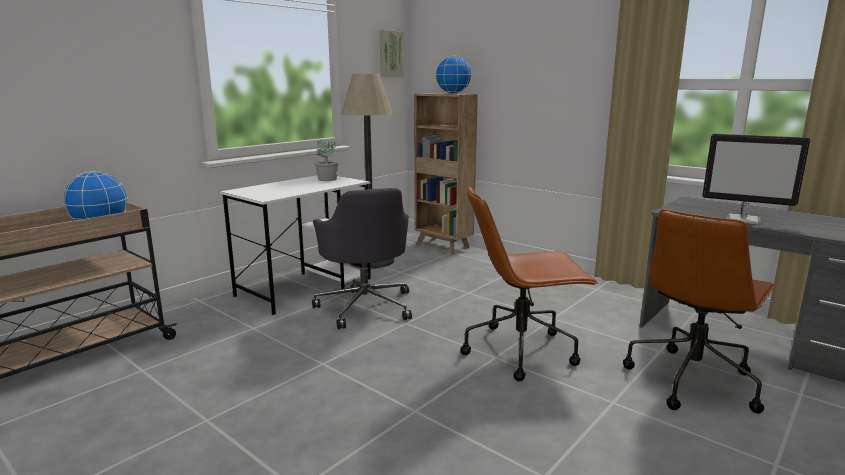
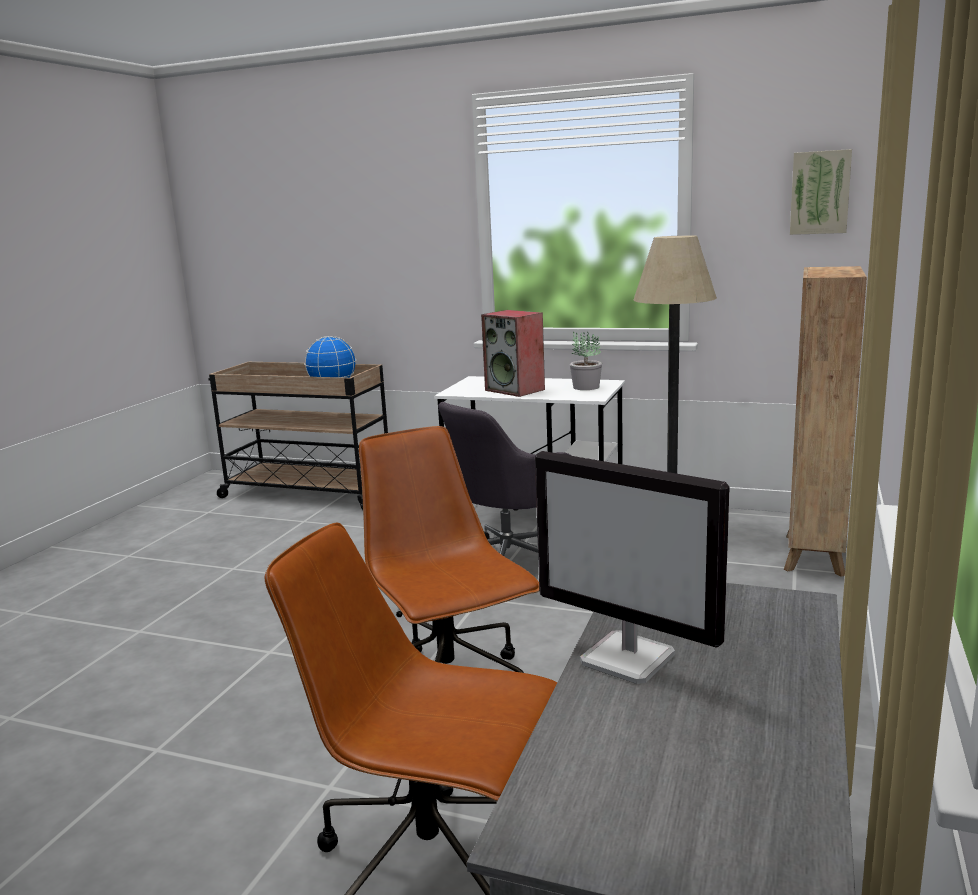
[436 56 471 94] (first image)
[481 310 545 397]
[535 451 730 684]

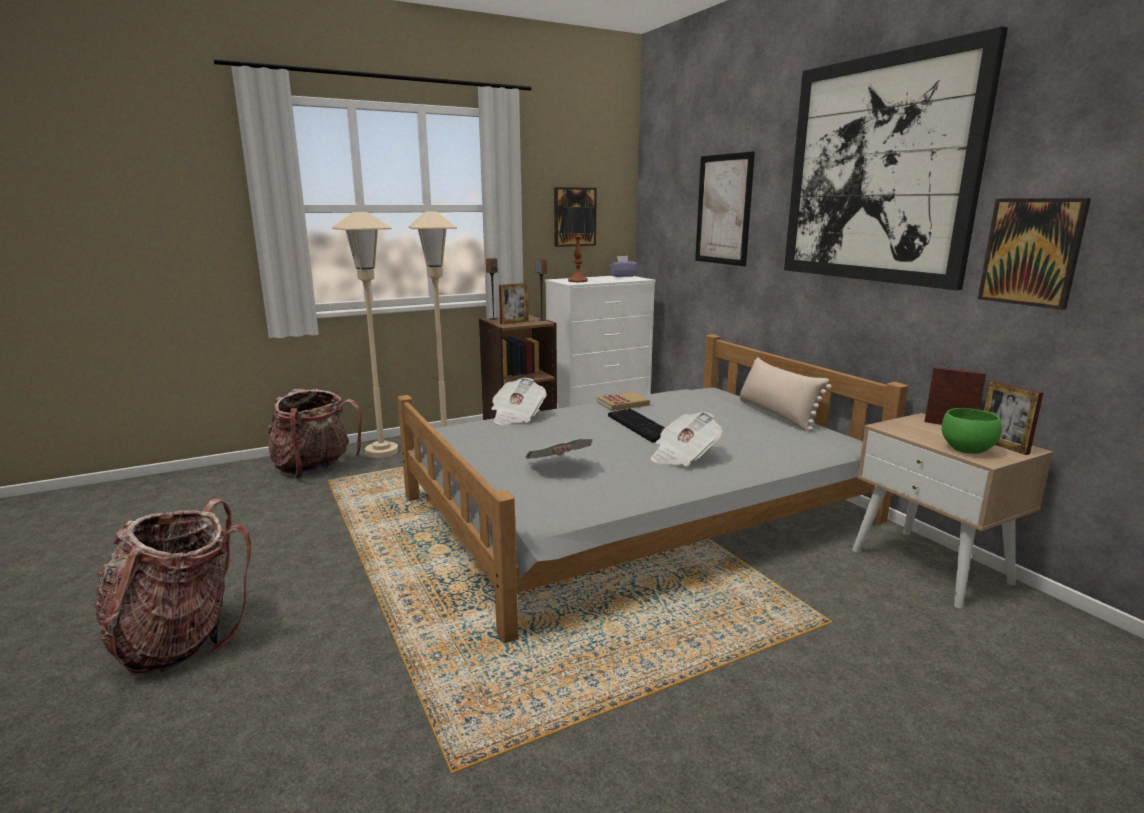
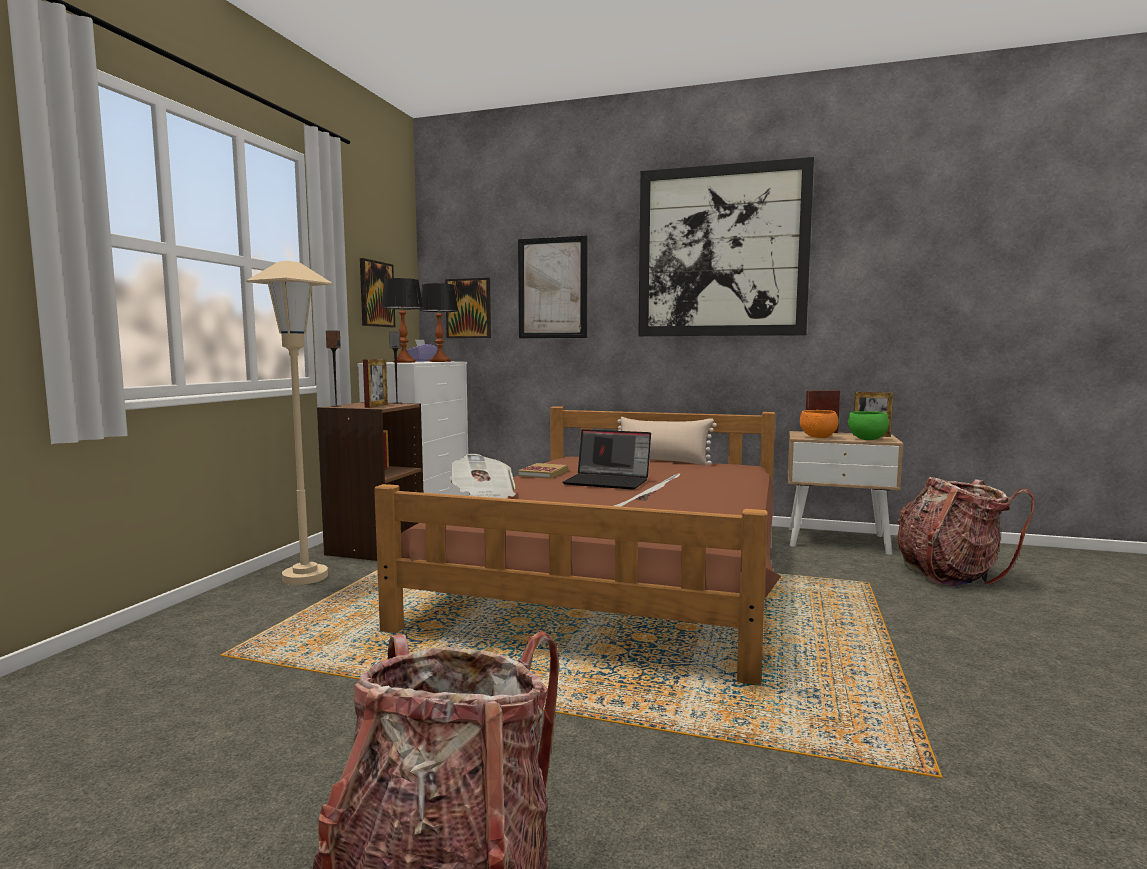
[332 212 398 458] (first image)
[650 412 722 466] (first image)
[419 283 458 362]
[800 410 838 438]
[898 477 1034 586]
[445 278 491 338]
[563 429 651 490]
[374 406 781 685]

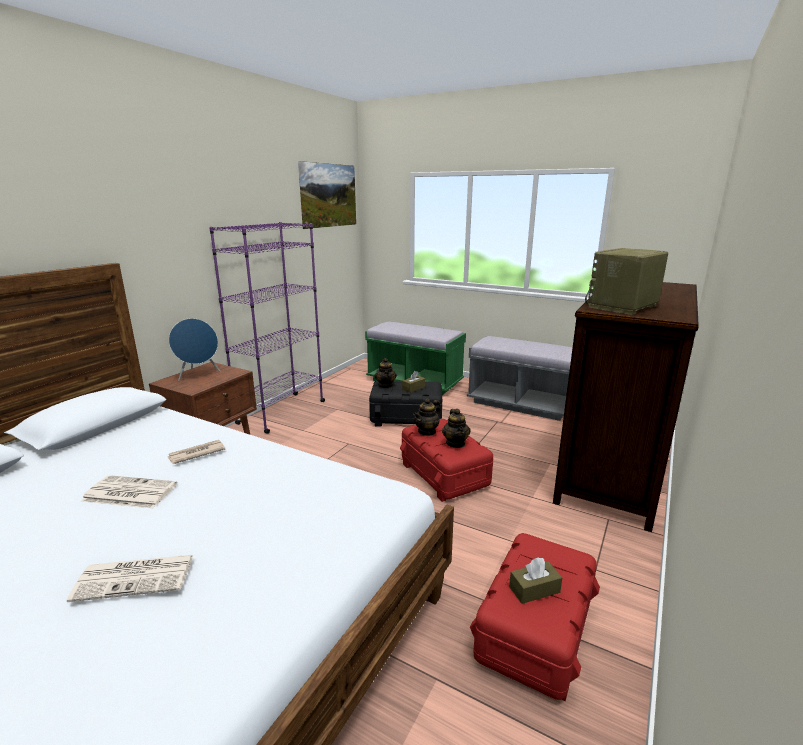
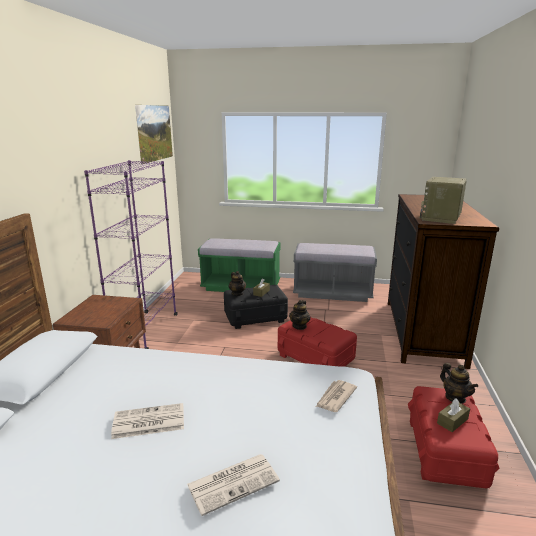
[169 318 221 381] (first image)
[316 380 357 412]
[440 363 478 404]

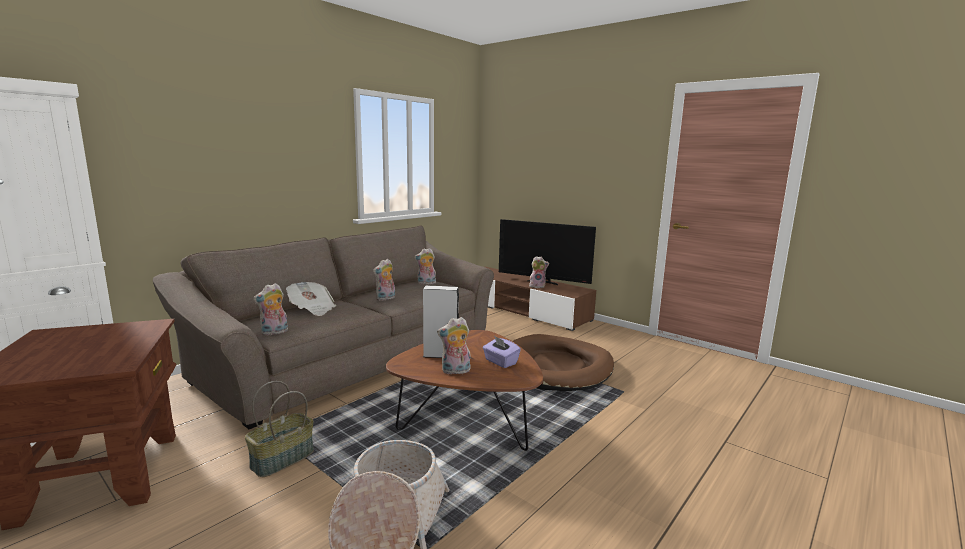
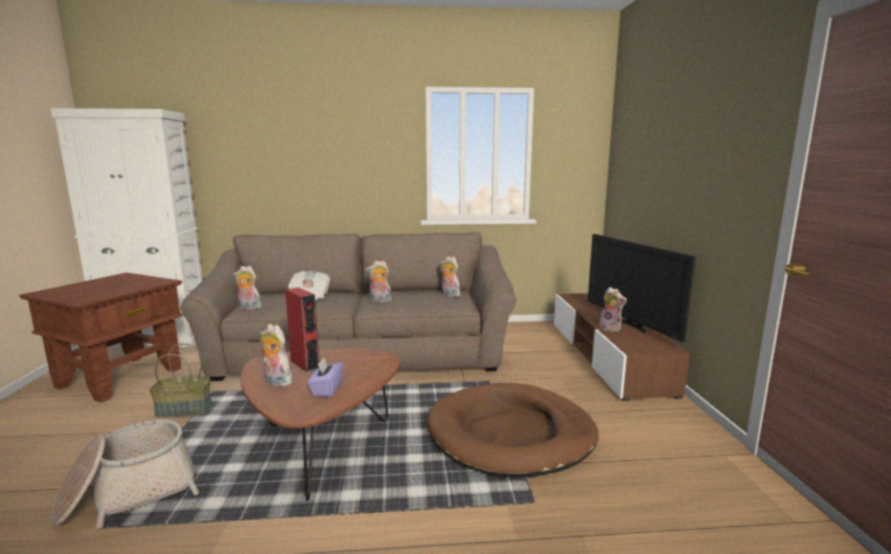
[285 287 319 372]

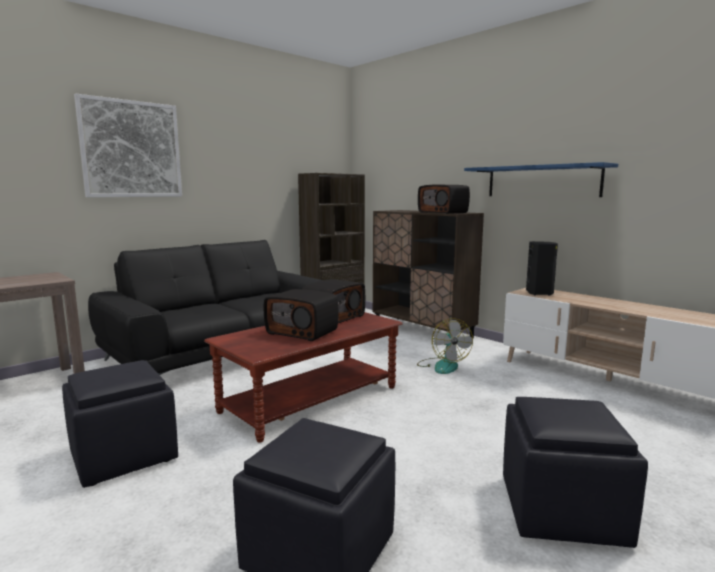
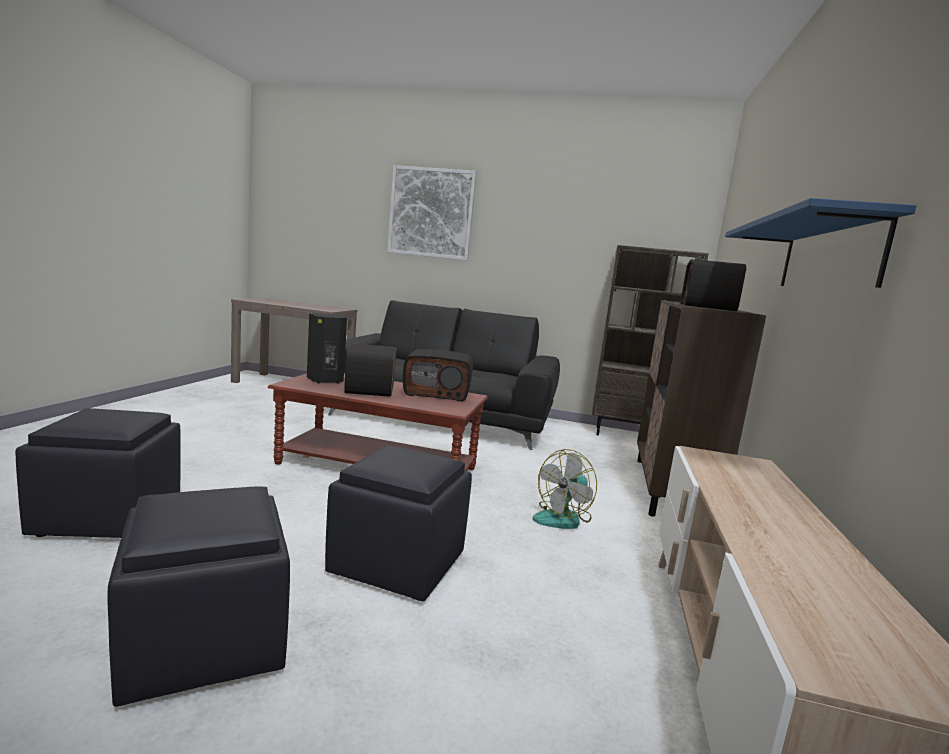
[325 445 472 602]
[307 313 347 383]

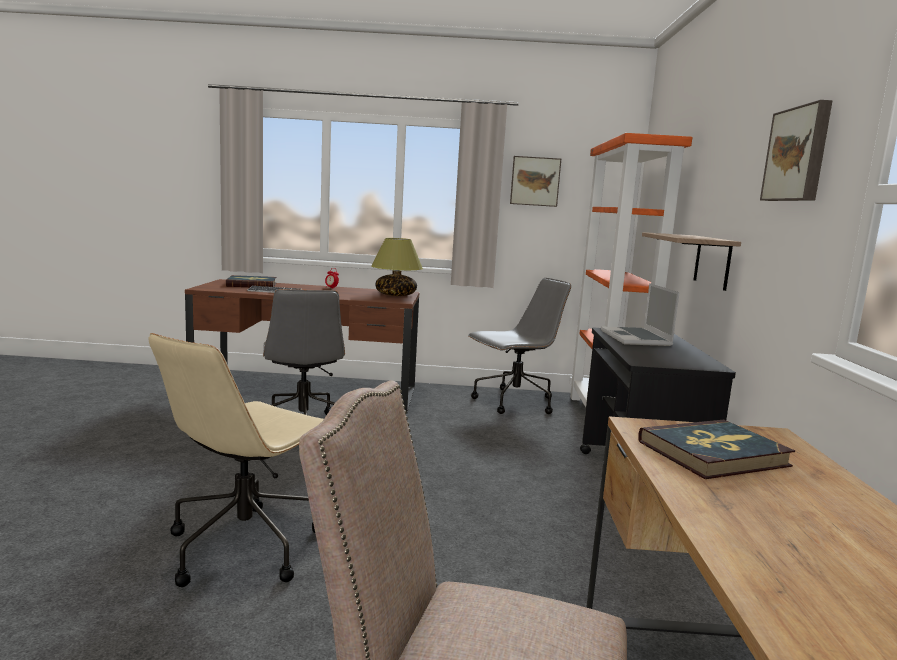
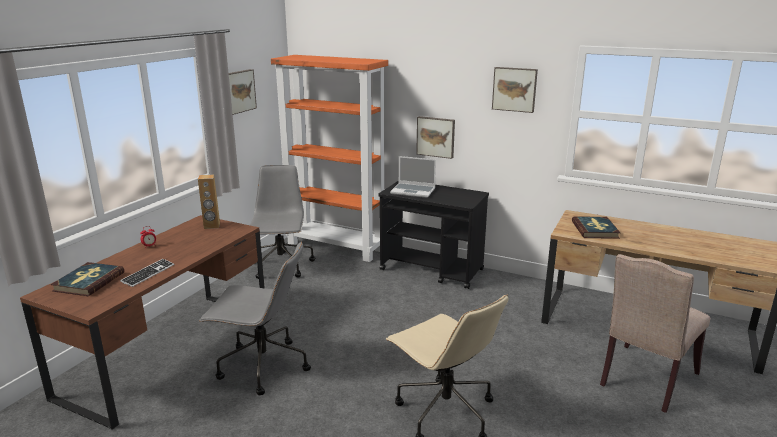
[198 174 220 229]
[416 116 455 159]

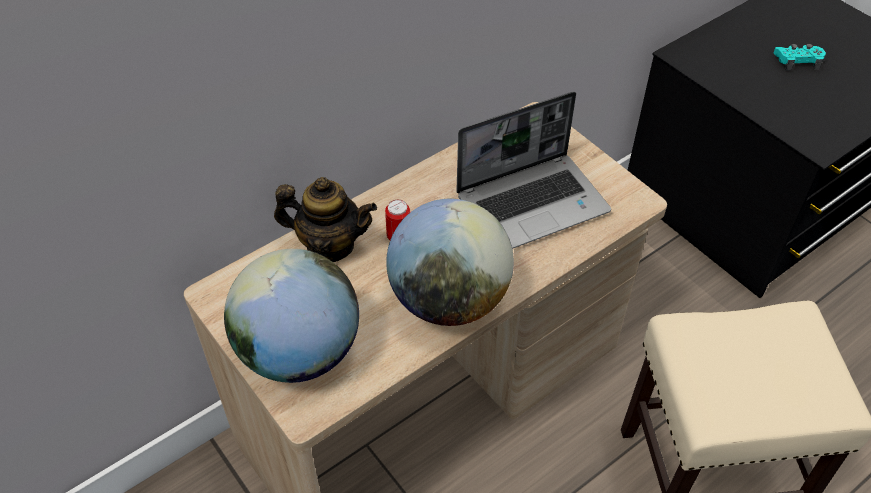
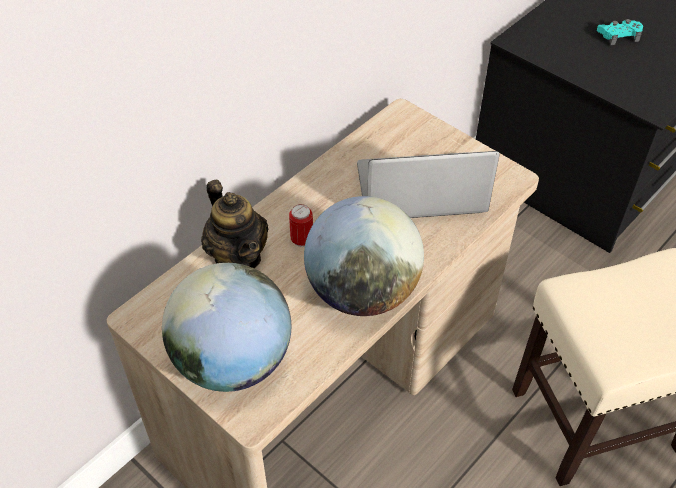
[201 180 268 268]
[357 151 500 218]

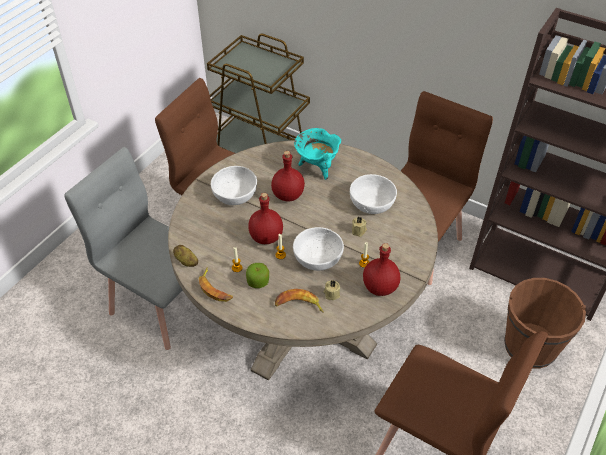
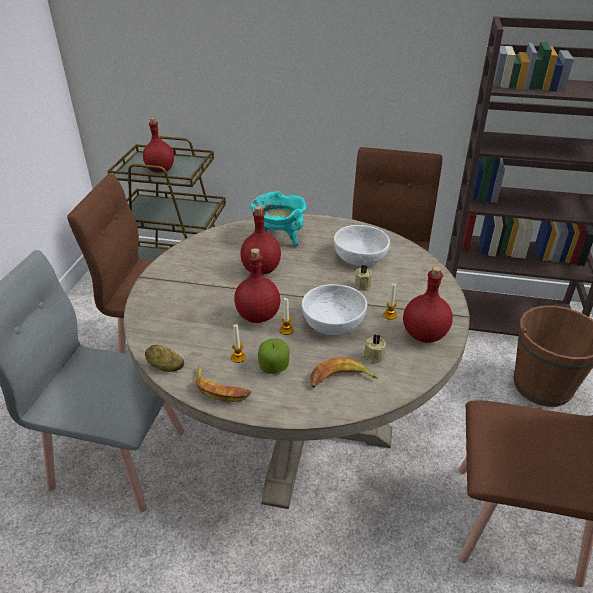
[211 166 257 205] (first image)
[143 118 174 173]

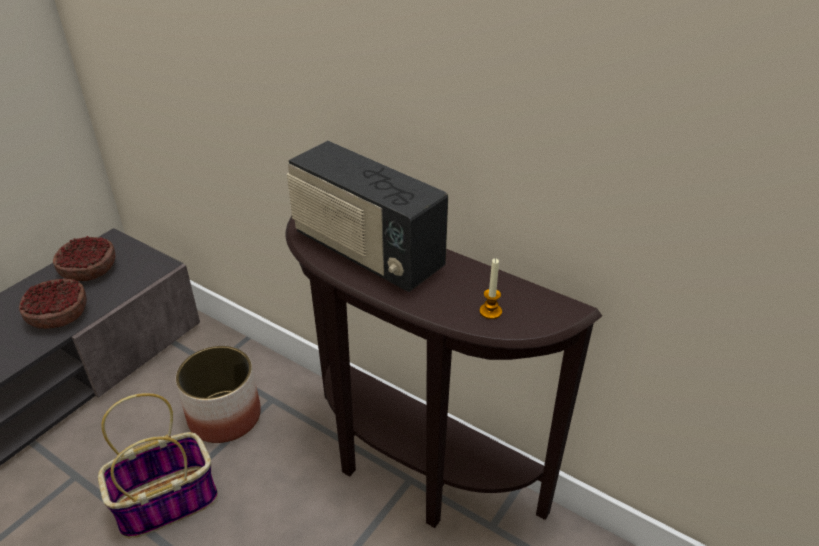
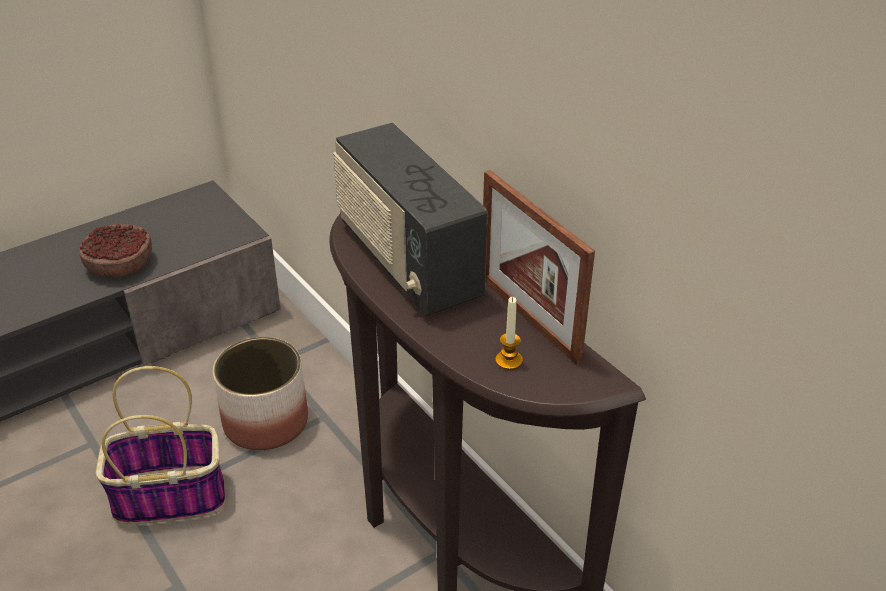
[53 236 116 281] (first image)
[483 170 595 365]

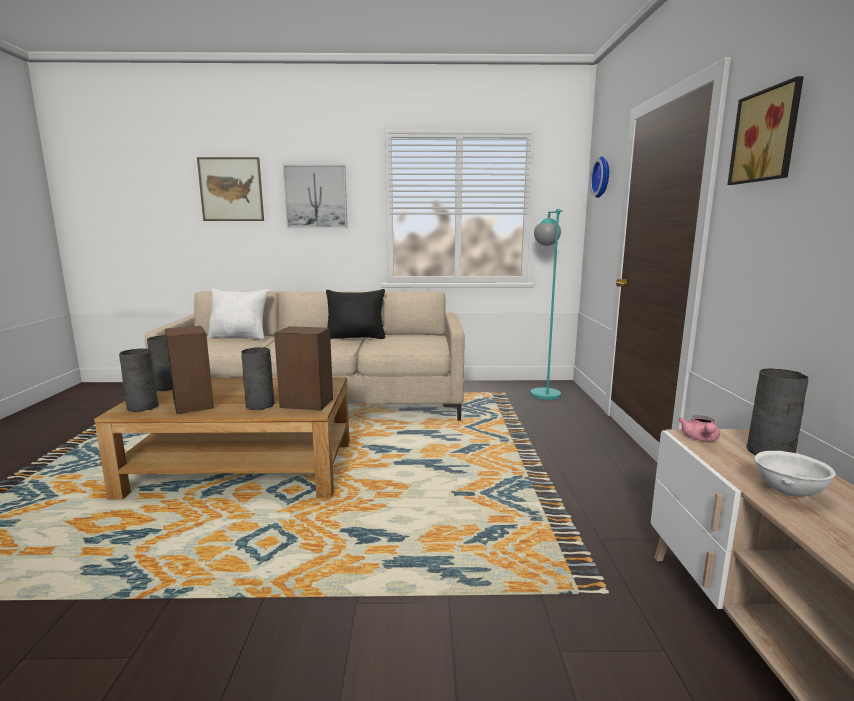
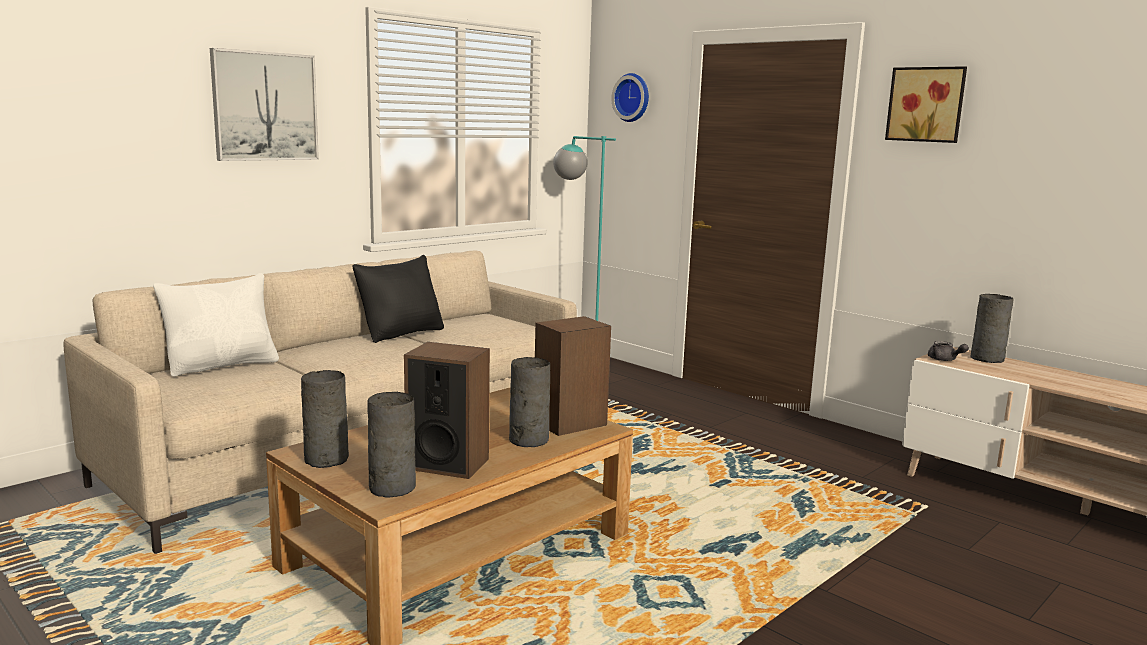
[197 157 264 221] (first image)
[754 451 836 497] (first image)
[928 341 969 361]

